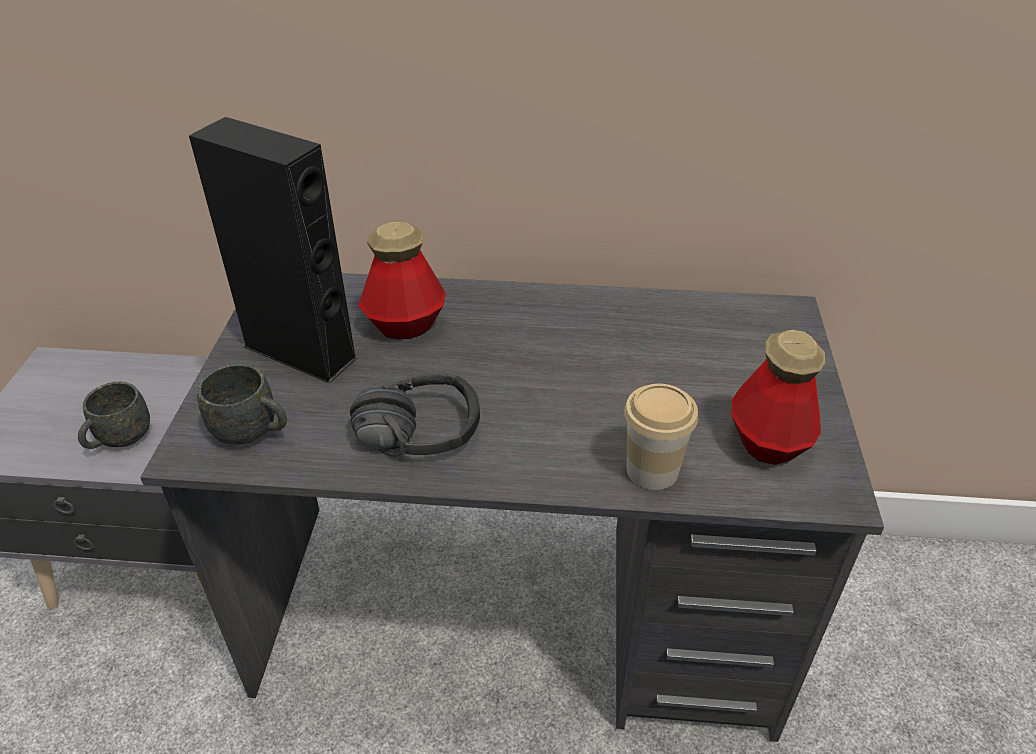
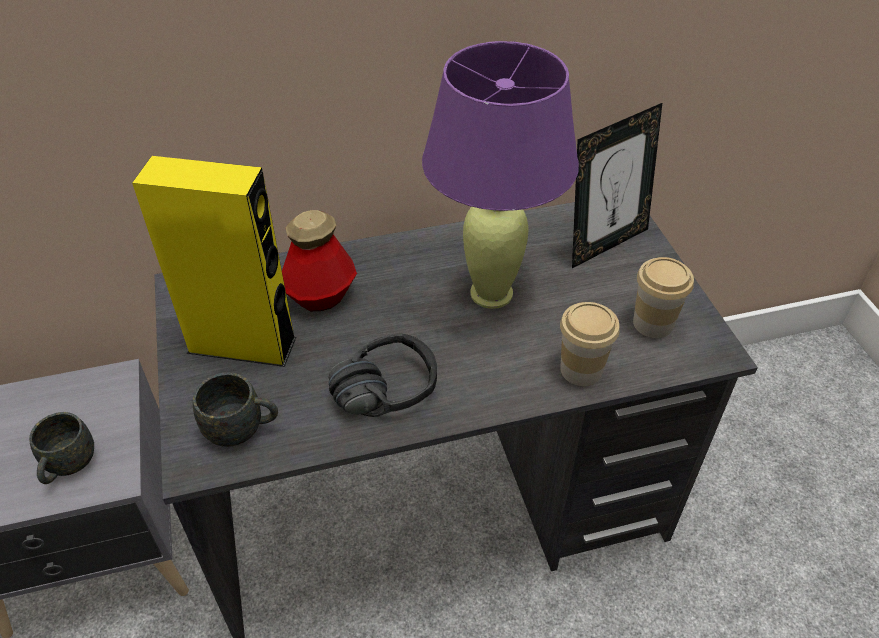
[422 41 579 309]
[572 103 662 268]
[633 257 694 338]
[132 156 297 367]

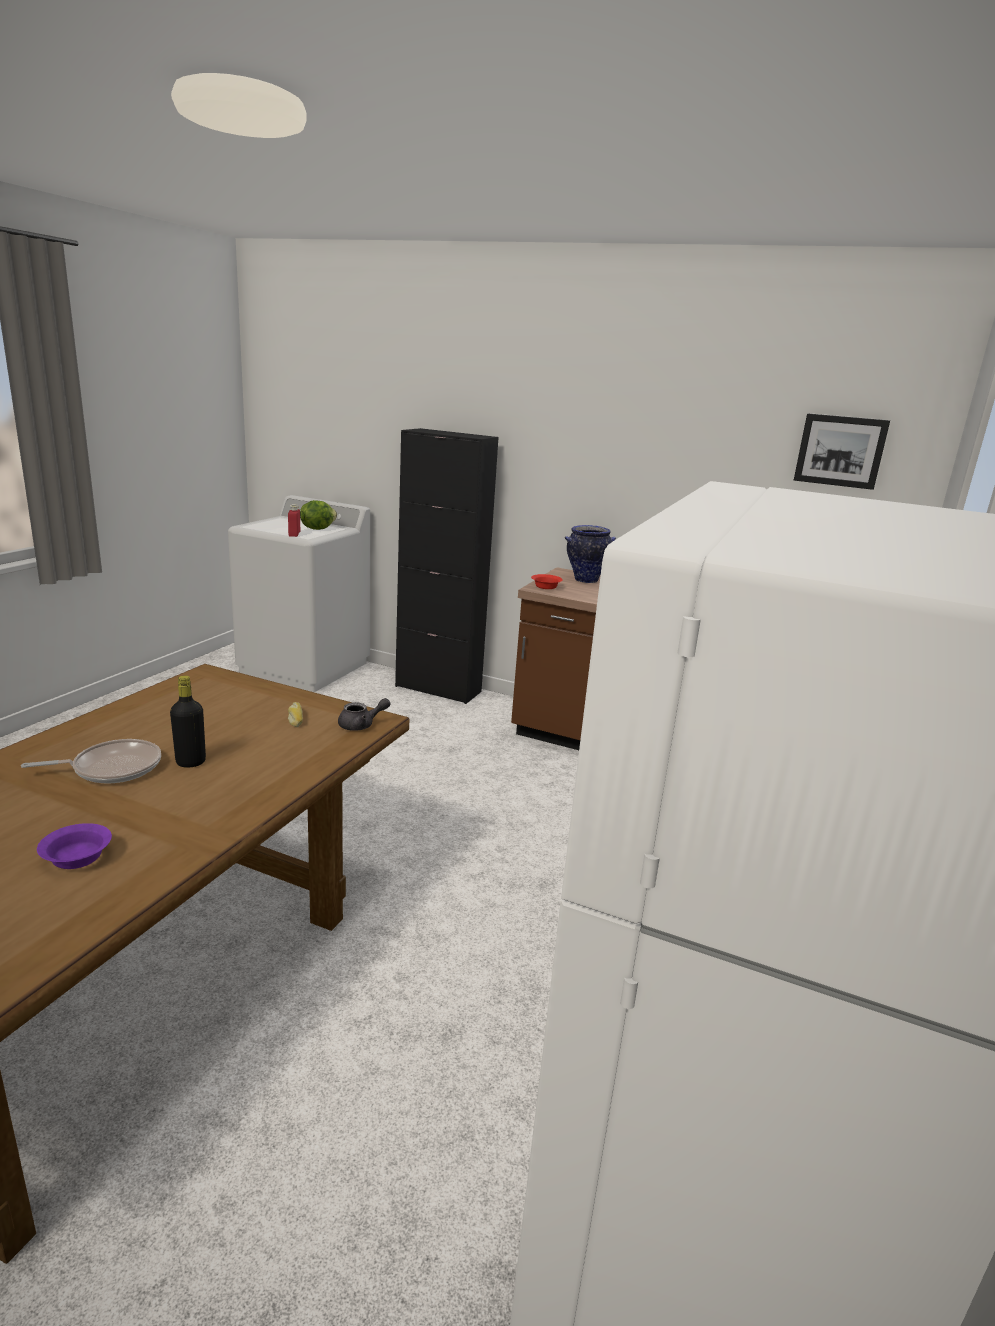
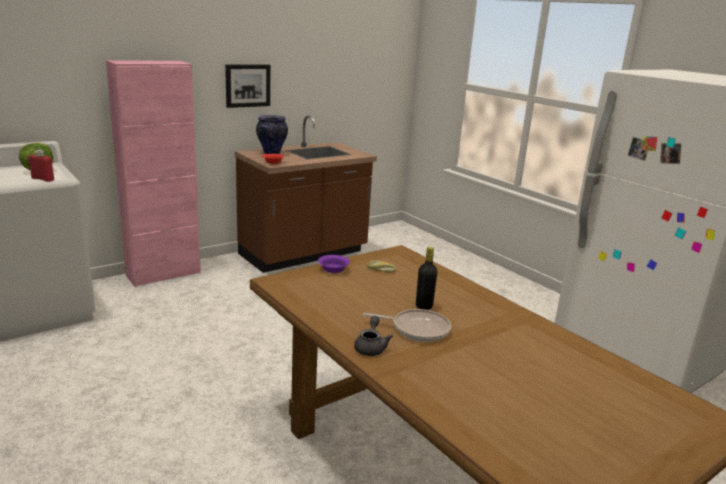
[318 255 350 273]
[354 316 393 356]
[225 65 270 108]
[106 60 201 287]
[363 309 451 342]

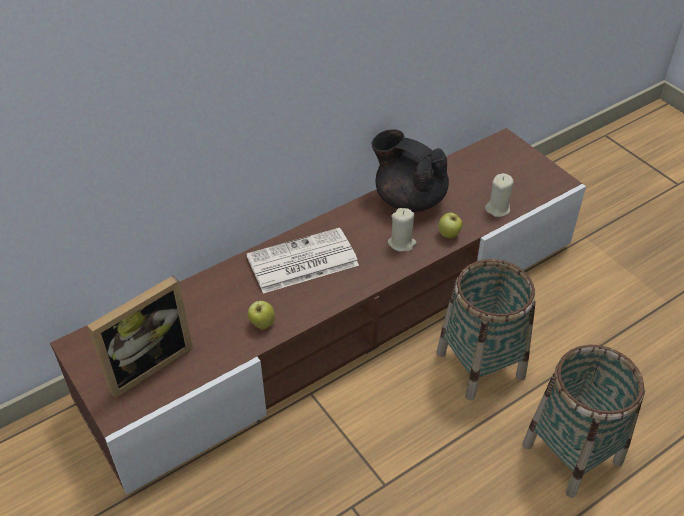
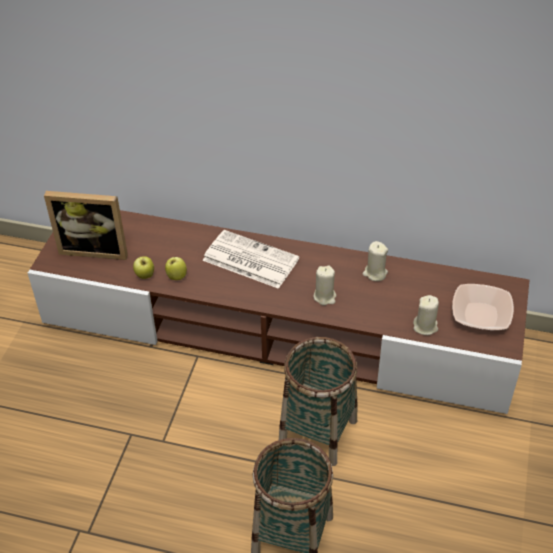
[452 284 514 330]
[133 256 154 279]
[363 241 388 281]

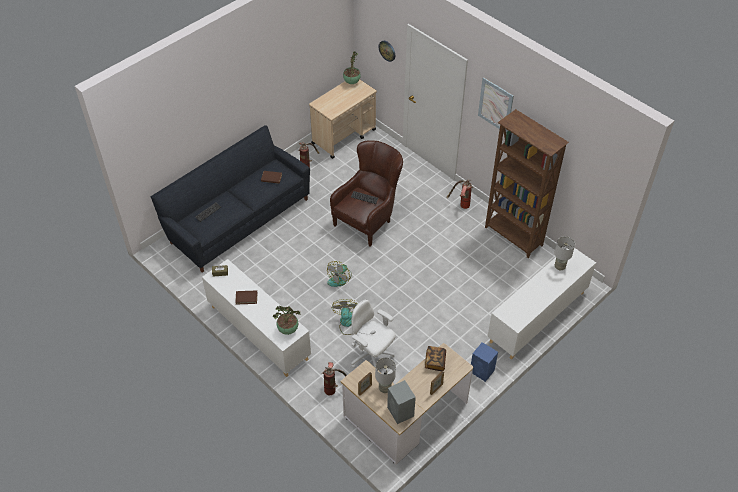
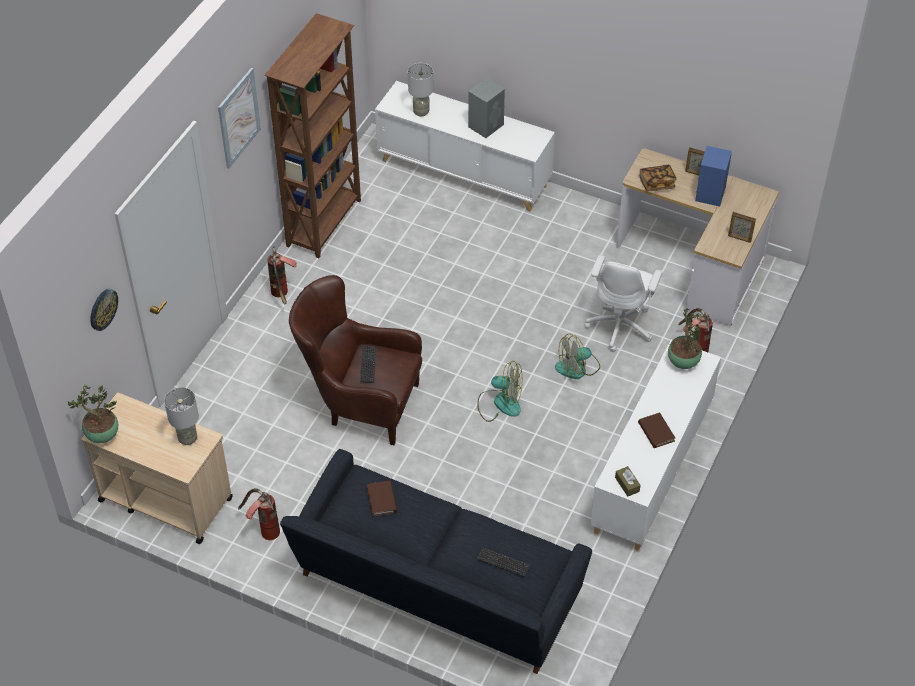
[164 387 199 445]
[468 78 505 138]
[695 146 732 207]

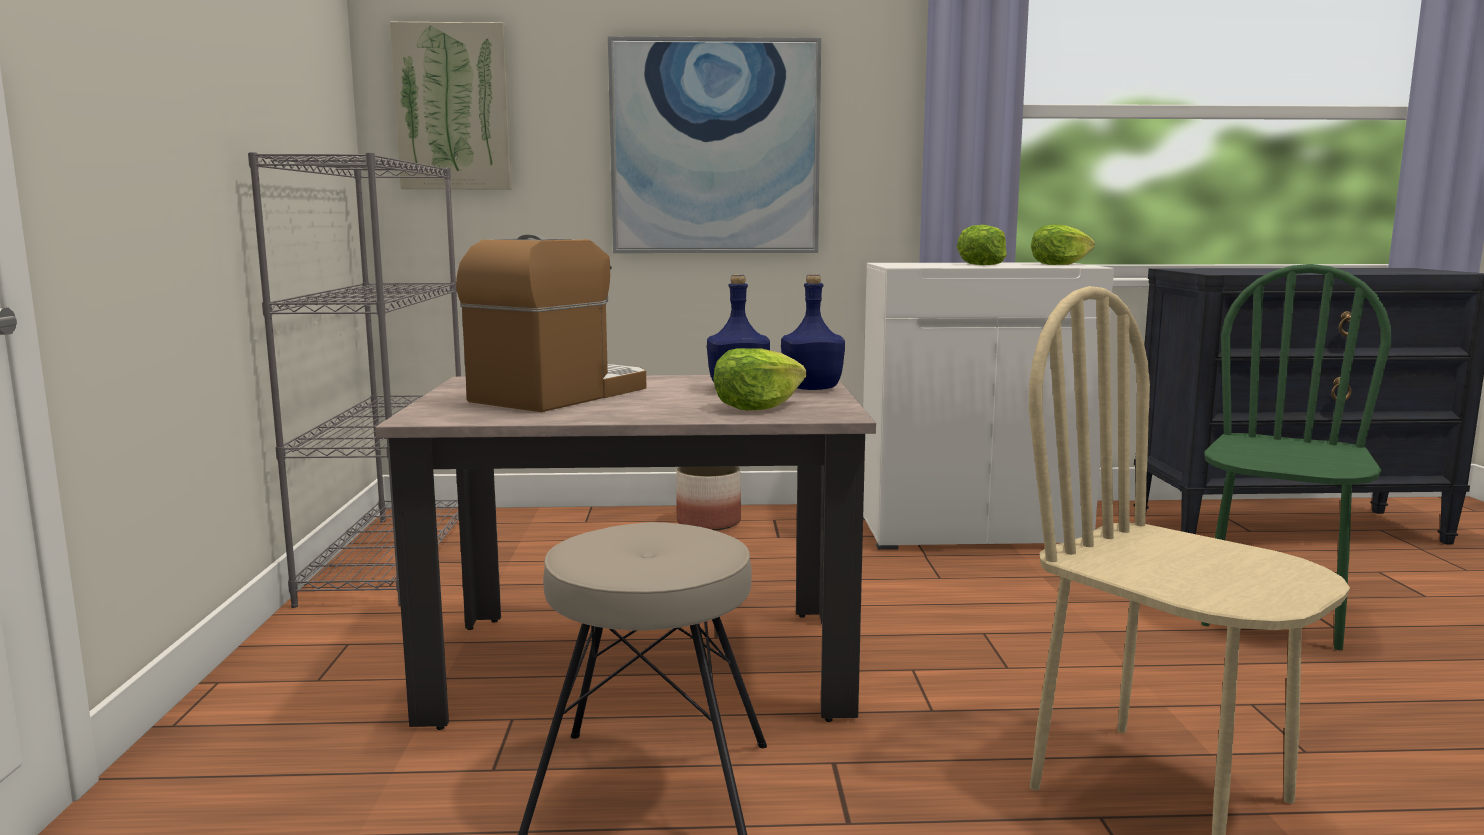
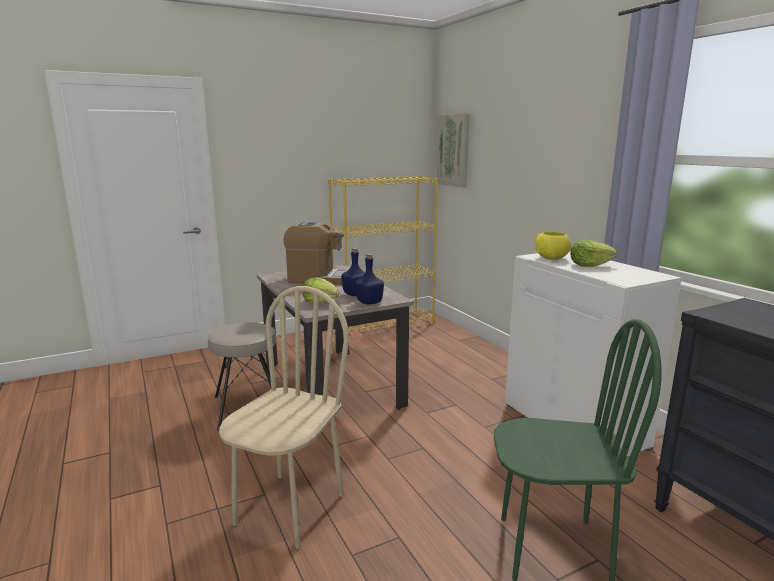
[608 36 821 253] (first image)
[676 466 741 531] (first image)
[1031 224 1095 265] (first image)
[535 232 571 260]
[328 176 438 333]

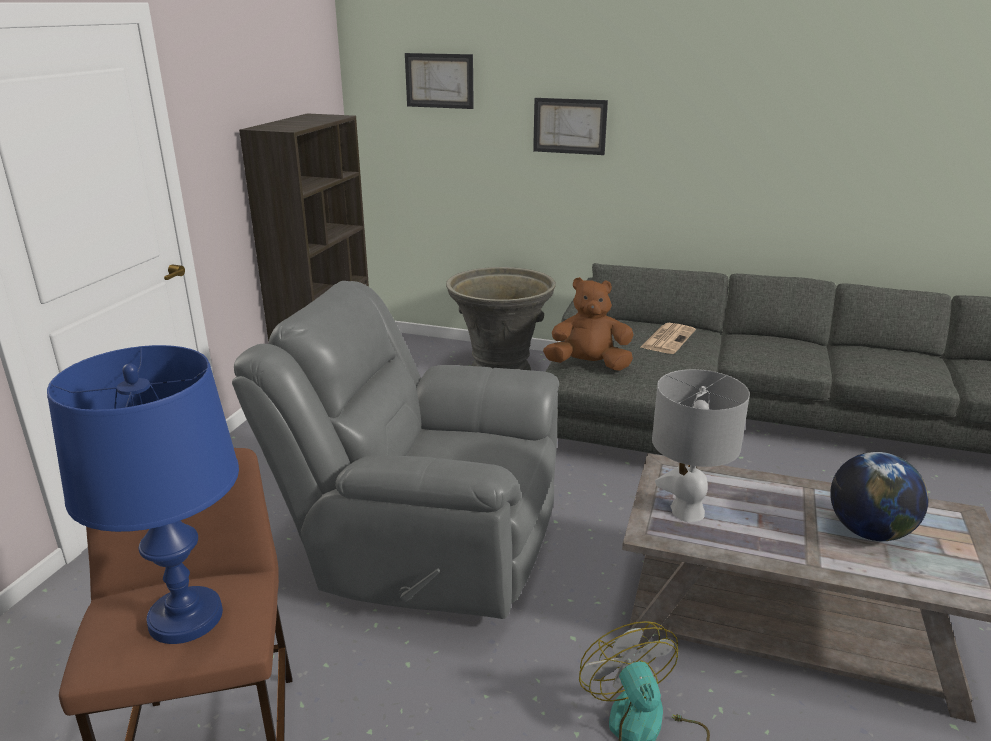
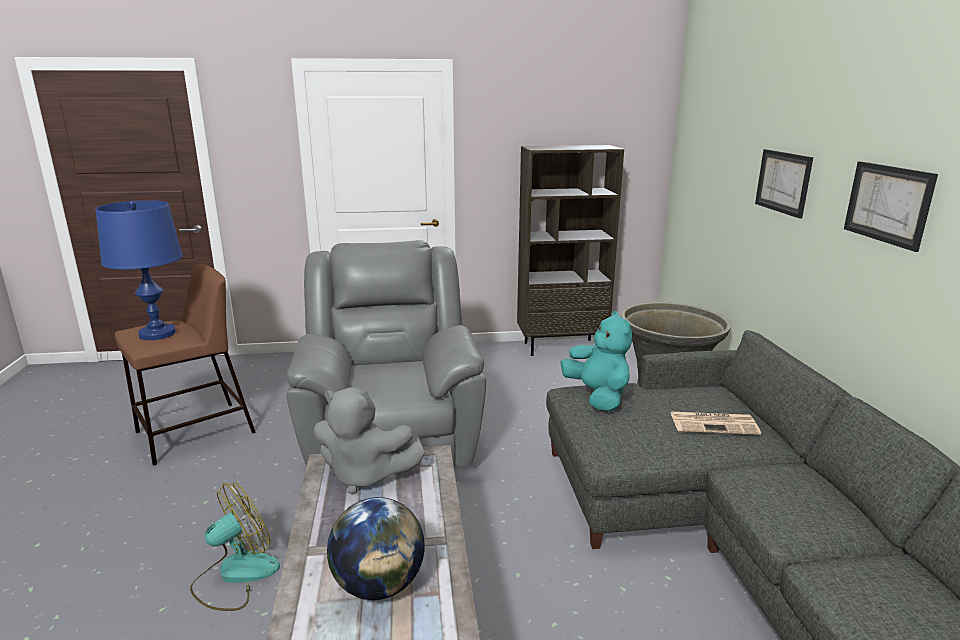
[844 161 938 252]
[313 388 426 494]
[560 311 632 411]

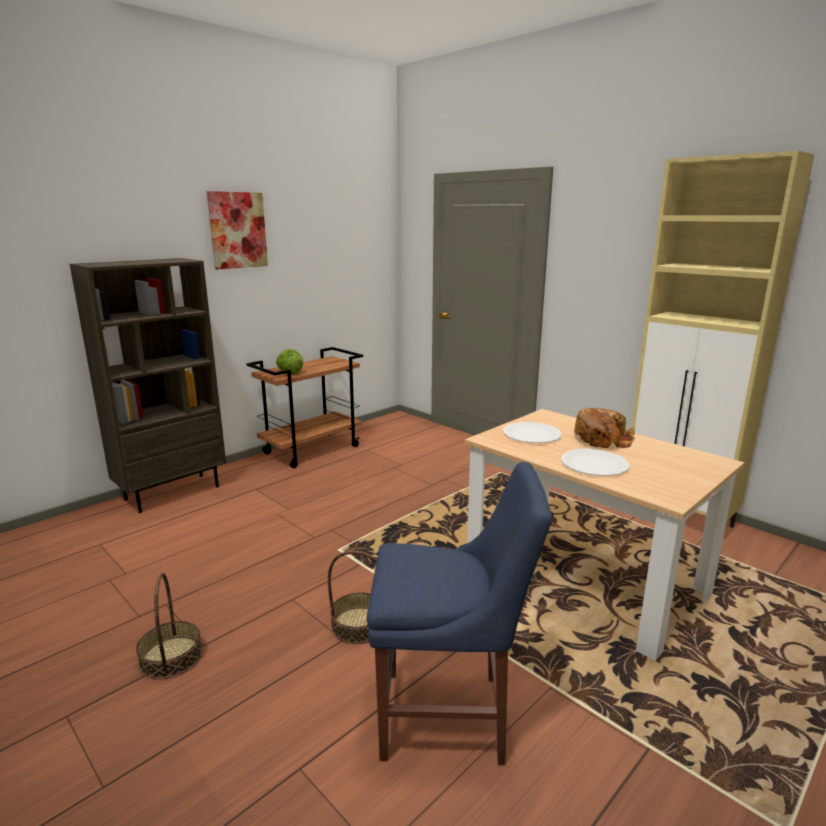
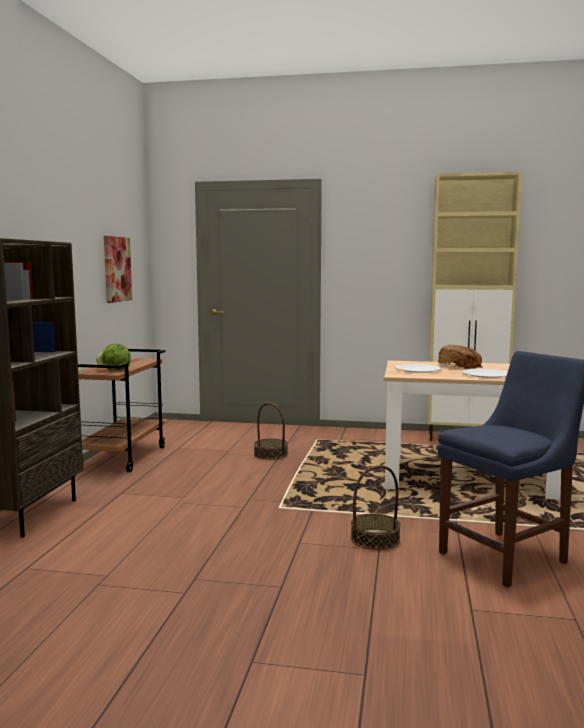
[254 403 288 460]
[104 236 132 303]

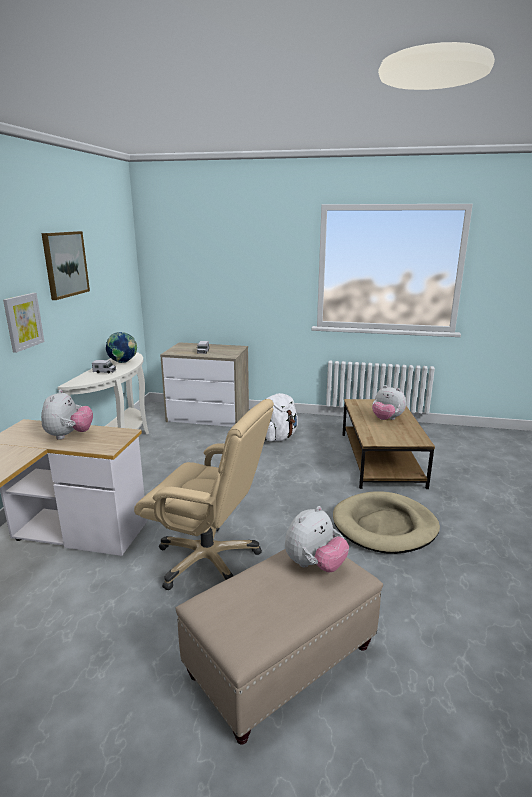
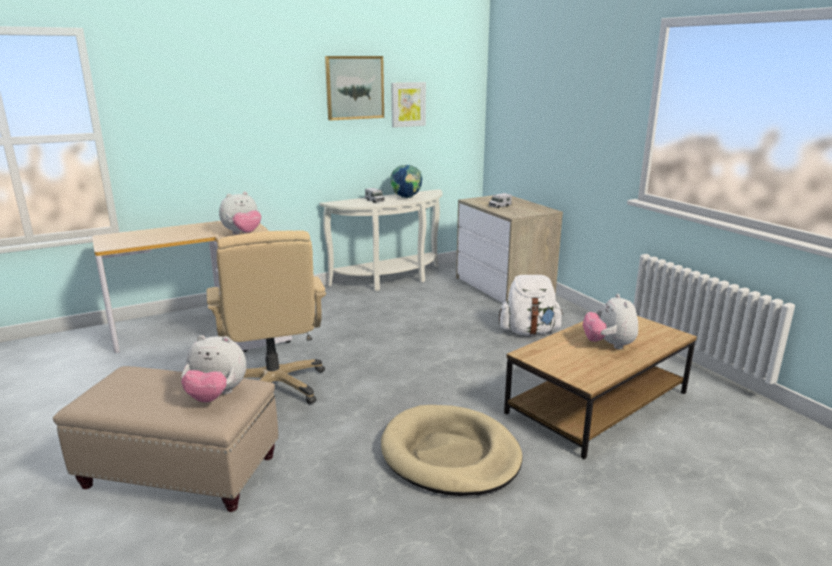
[392 82 426 128]

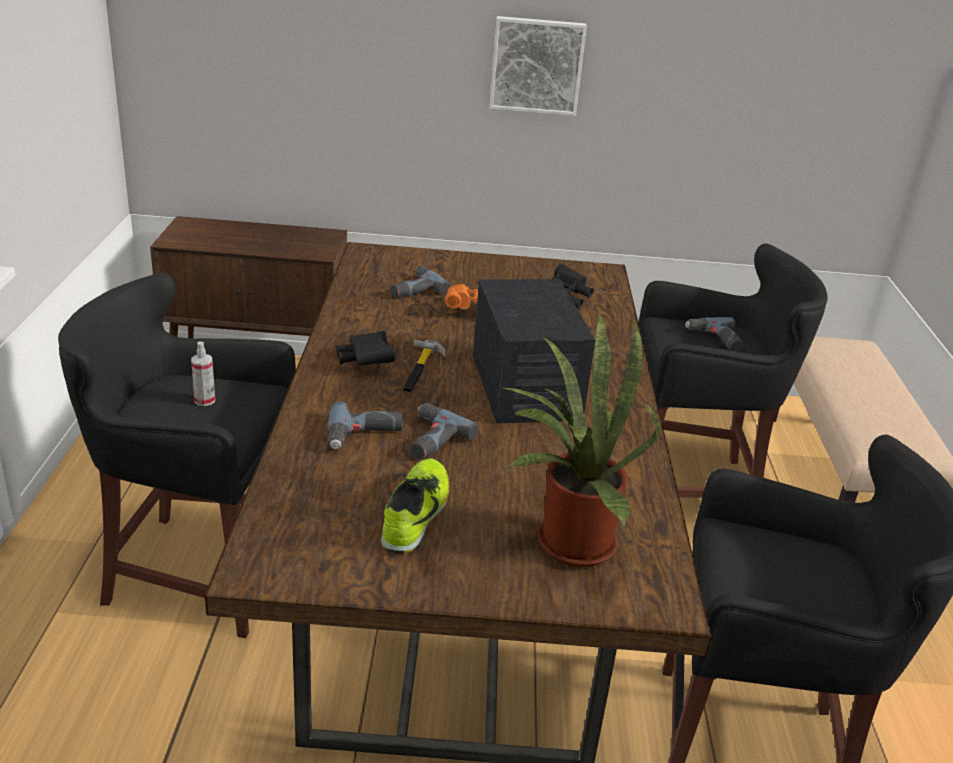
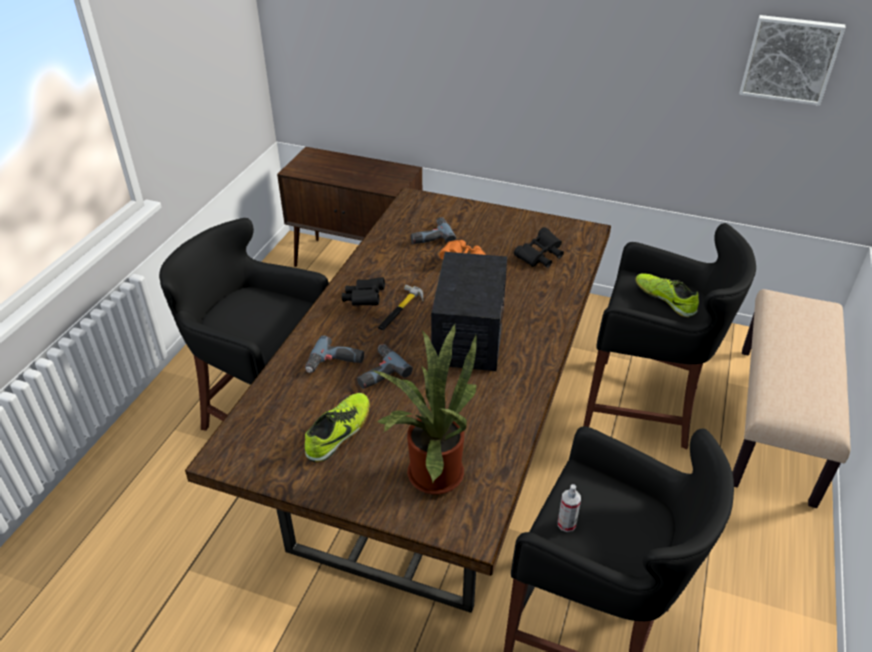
[558 484 581 532]
[739 15 846 106]
[635 273 699 317]

